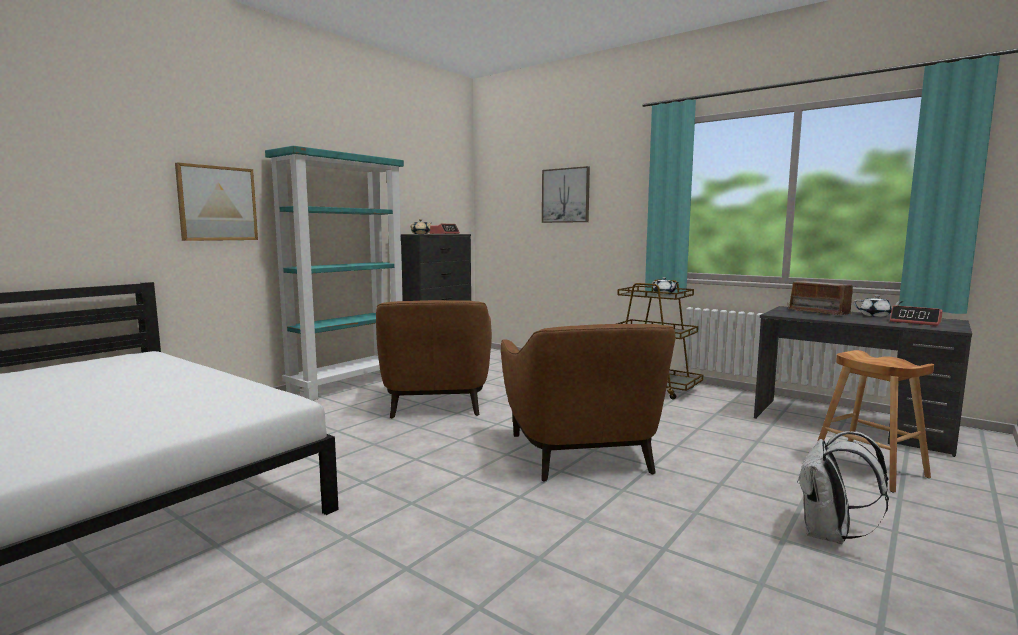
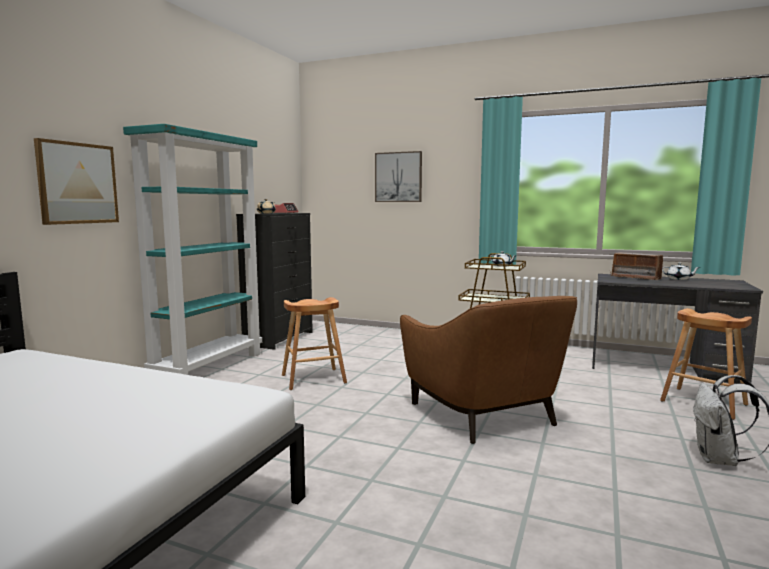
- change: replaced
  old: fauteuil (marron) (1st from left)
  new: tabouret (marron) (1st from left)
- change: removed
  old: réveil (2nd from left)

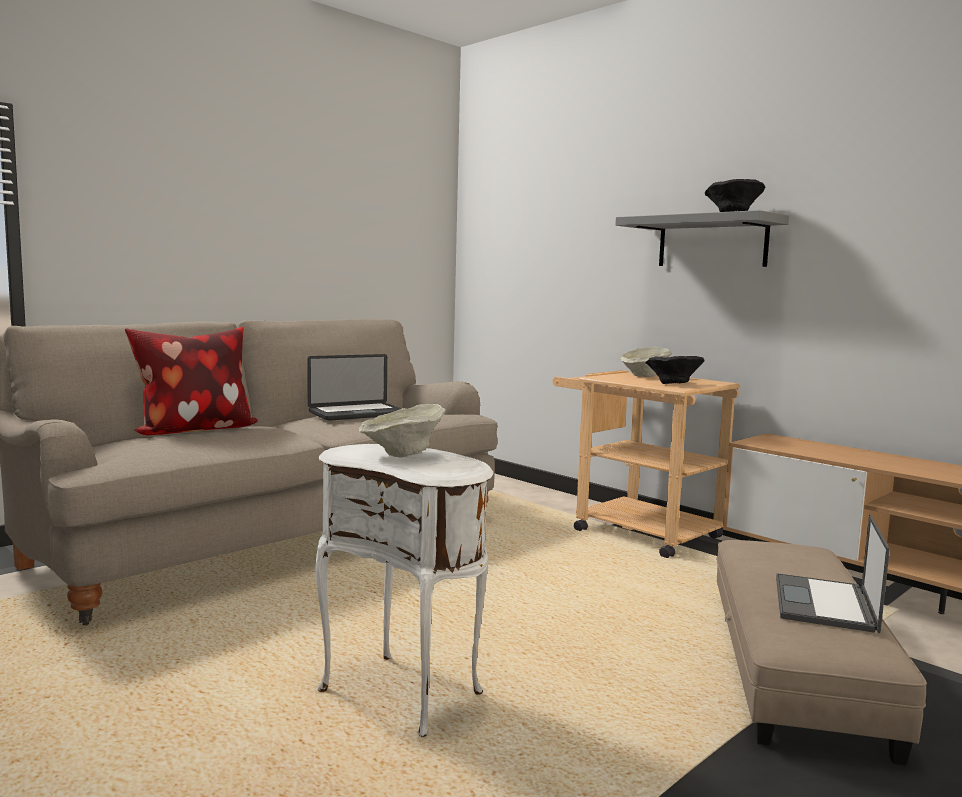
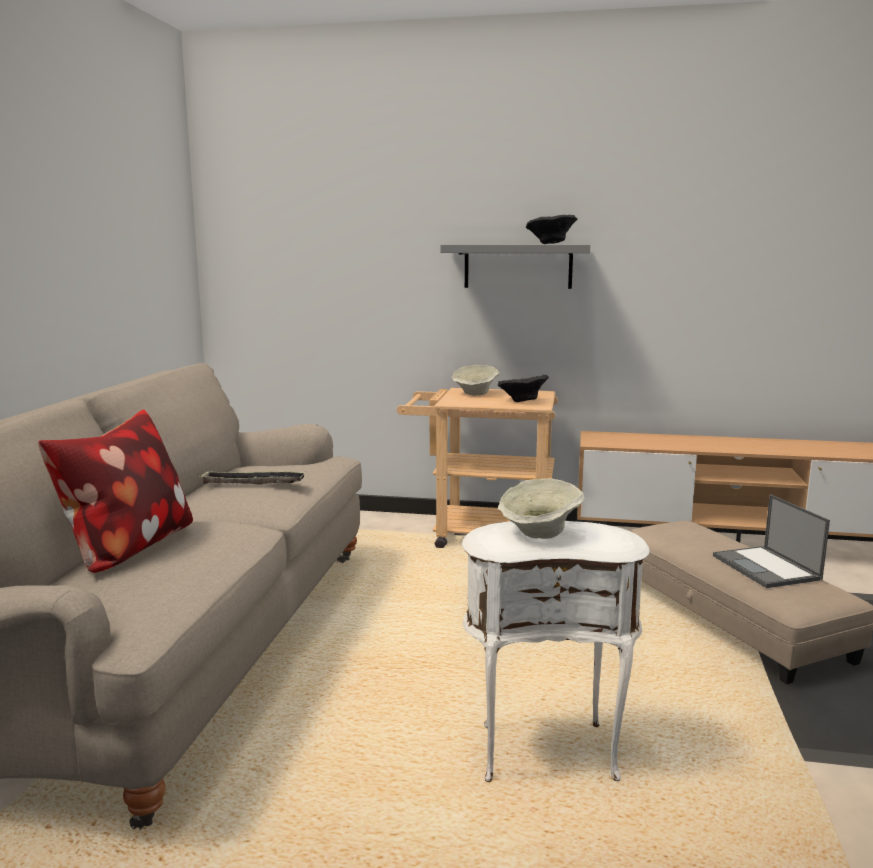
- change: replaced
  old: ordinateur portable (1st from left)
  new: plateau

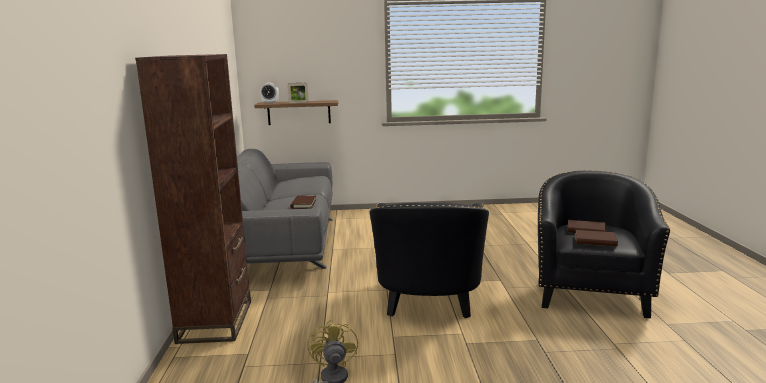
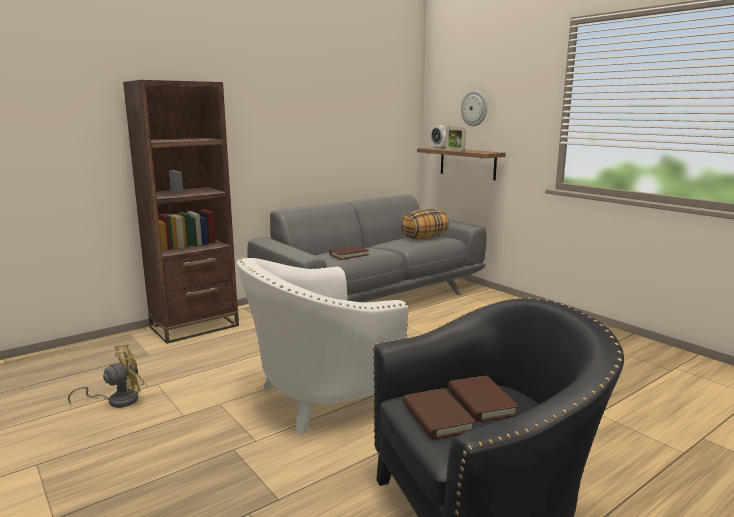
- change: recoloured
  old: fauteuil (noir) (1st from left)
  new: fauteuil (blanc)
- change: added
  new: horloge murale
- change: added
  new: coussin

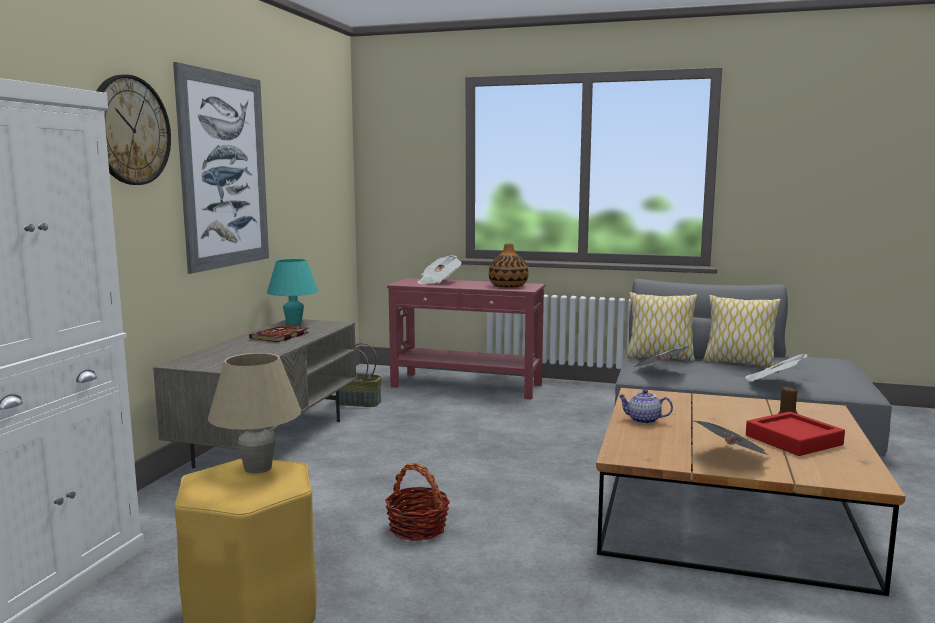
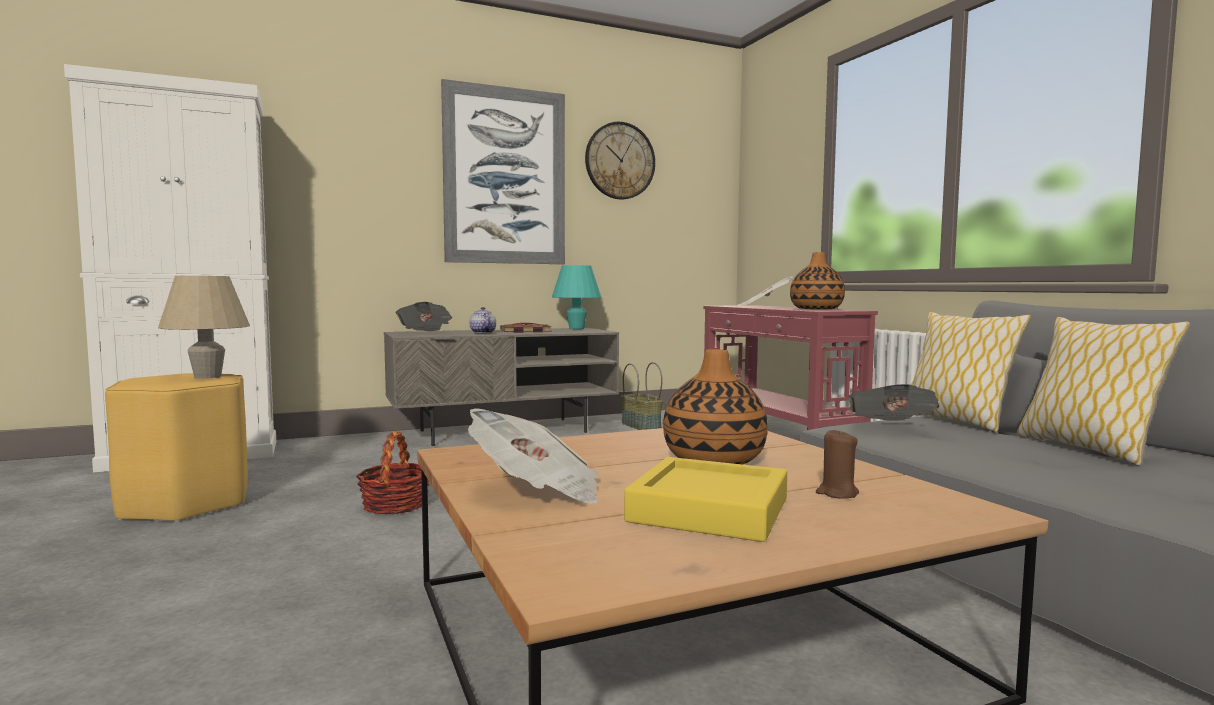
- change: moved
  old: horloge murale
- change: moved
  old: journal (4th from left in the first image)
  new: journal (1st from left)
- change: moved
  old: théière
- change: recoloured
  old: plateau (rouge)
  new: plateau (jaune)
- change: added
  new: vase (1st from left)

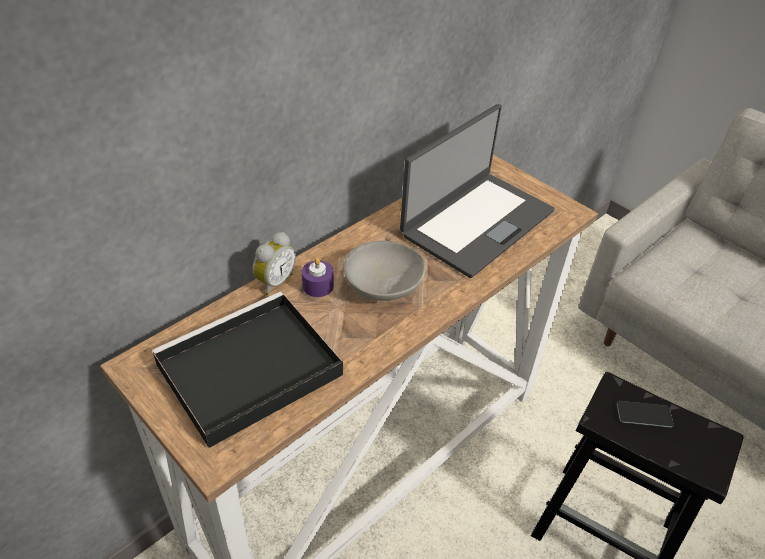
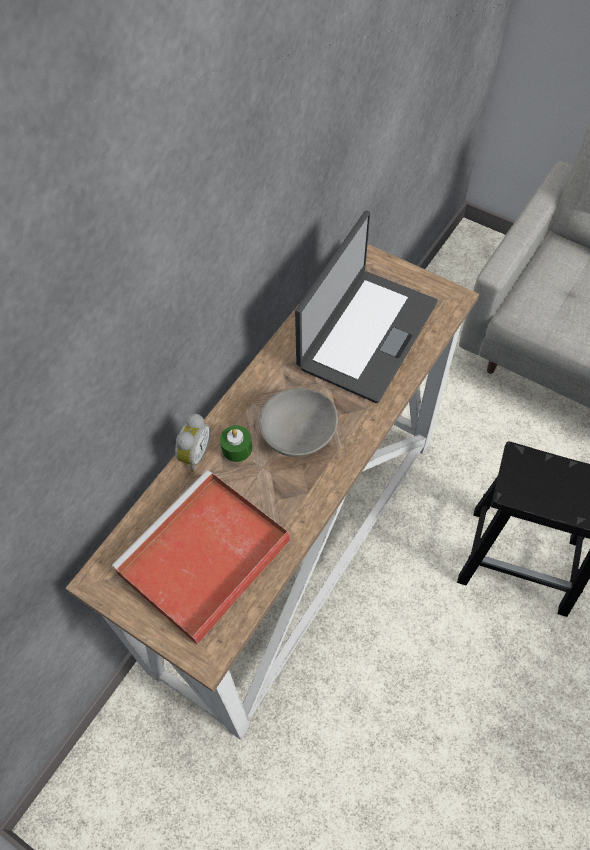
- change: recoloured
  old: bougie (violet)
  new: bougie (vert)
- change: recoloured
  old: plateau (noir)
  new: plateau (rouge)
- change: removed
  old: téléphone

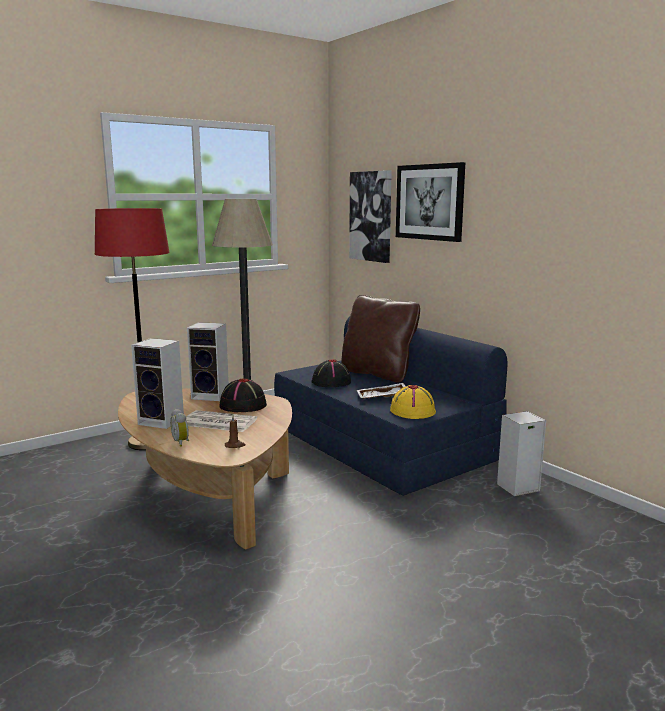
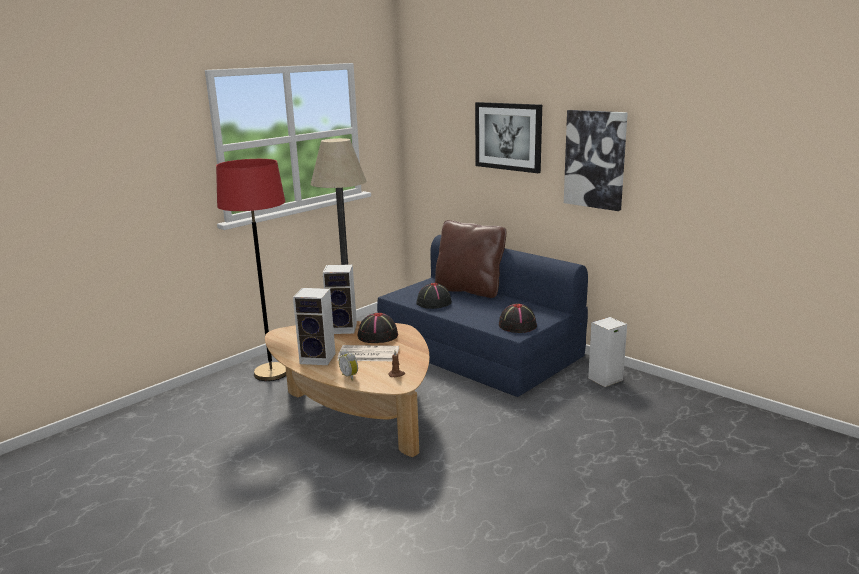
- change: moved
  old: tableau (1st from left in the first image)
  new: tableau (2nd from left)
- change: removed
  old: plateau (blanc)
- change: recoloured
  old: chapeau (jaune)
  new: chapeau (noir) (3rd from left)

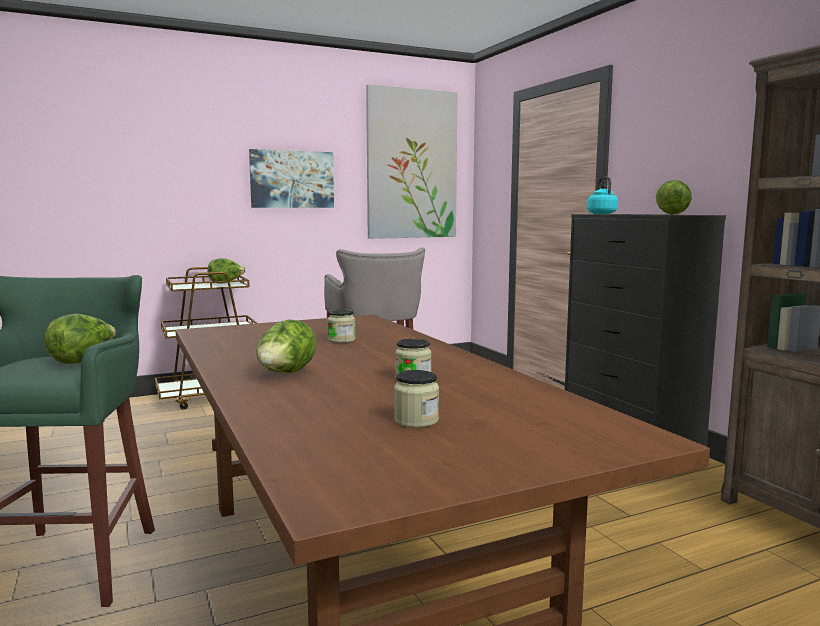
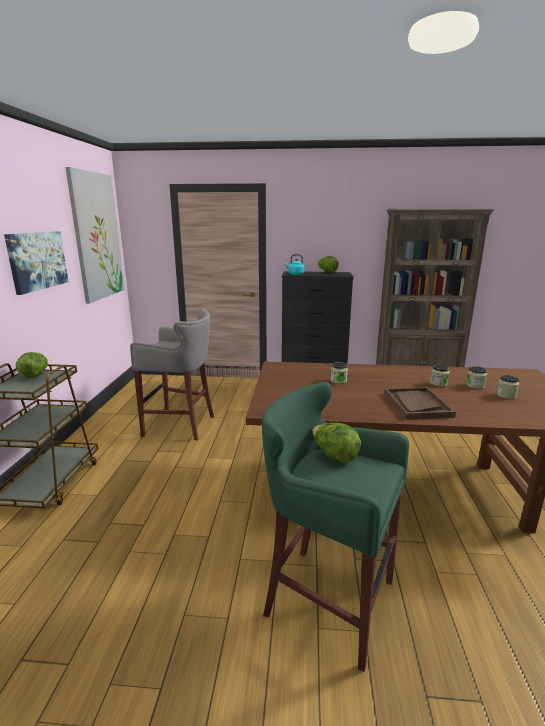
- change: replaced
  old: laitue (3rd from left)
  new: plateau (marron)
- change: added
  new: bocal (3rd from left)

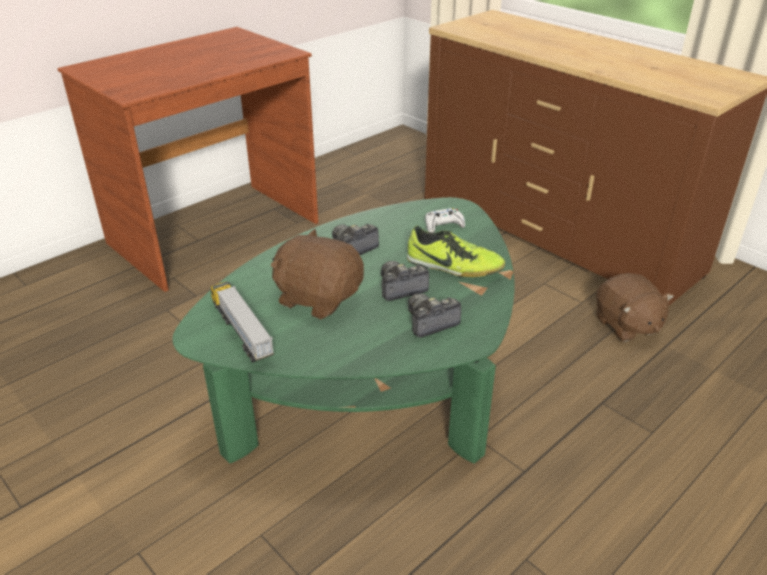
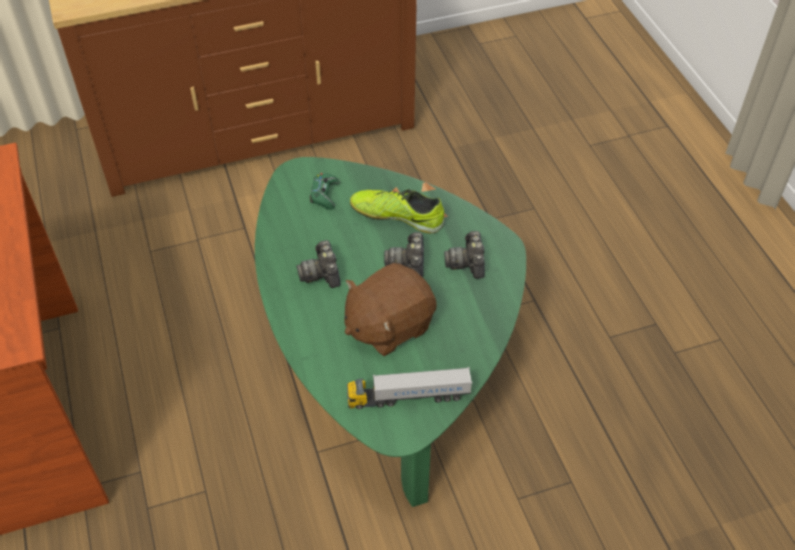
- change: recoloured
  old: manette (blanc)
  new: manette (vert)
- change: turned
  old: chaussure
  degrees: -120
- change: removed
  old: peluche (marron) (2nd from left)

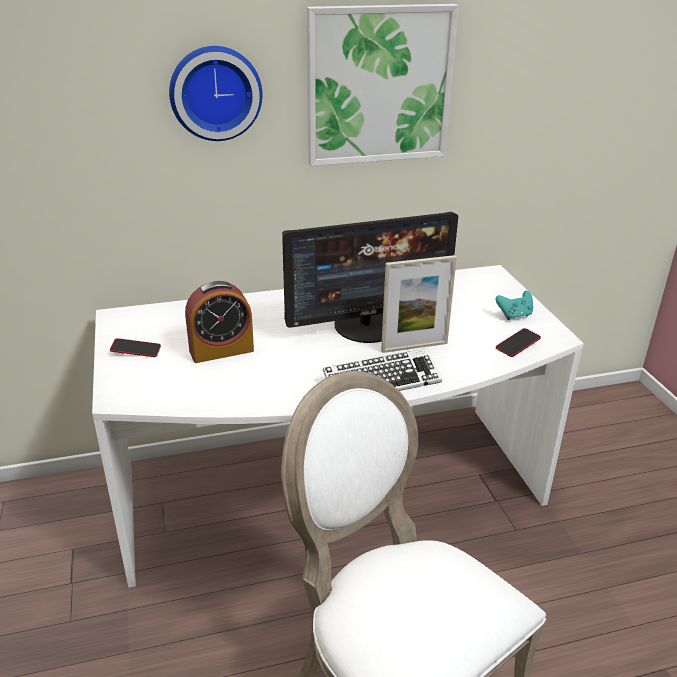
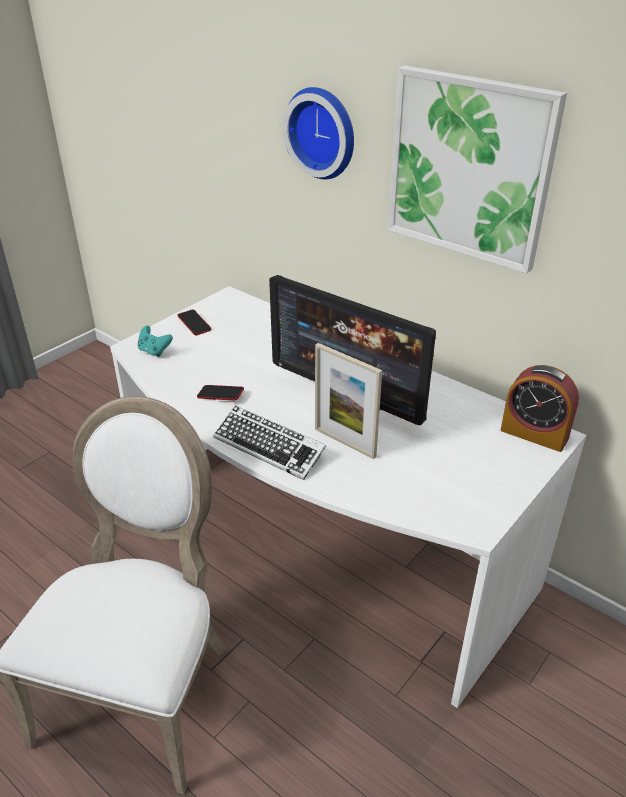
- change: moved
  old: réveil
- change: moved
  old: manette (turquoise)
- change: moved
  old: téléphone (2nd from left)

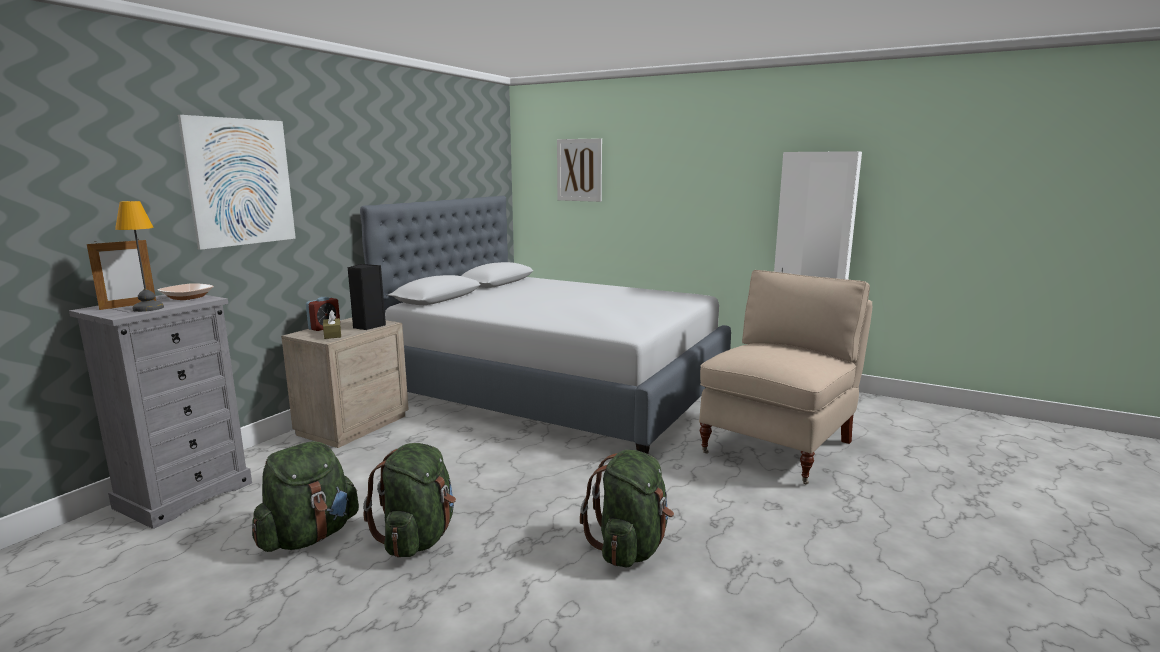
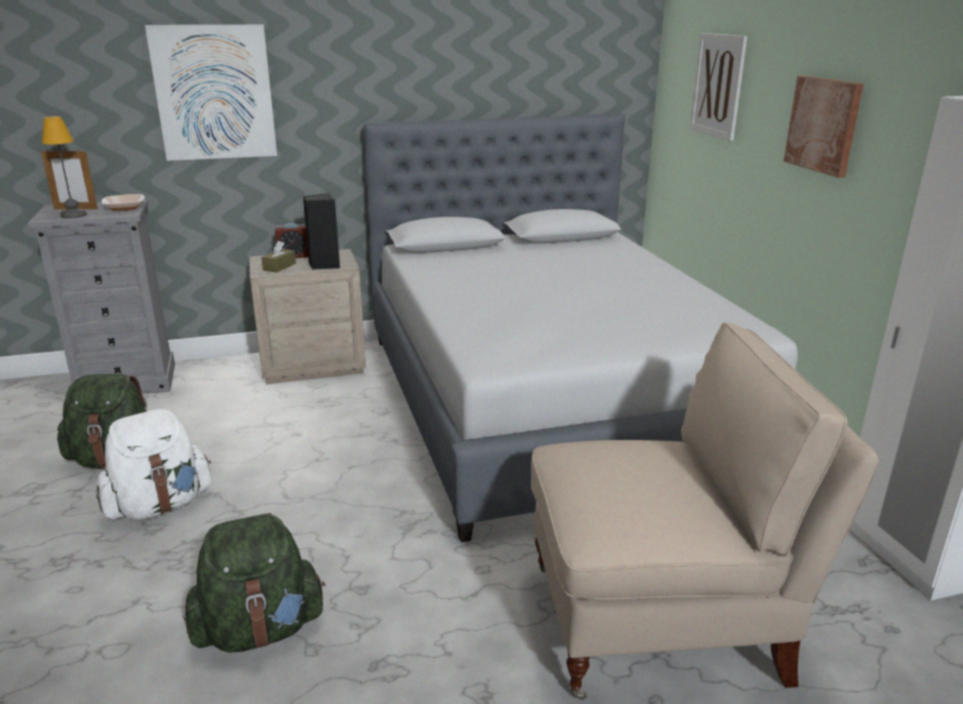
- change: recoloured
  old: sac à dos (vert) (2nd from left)
  new: sac à dos (blanc)
- change: added
  new: tableau (3rd from left)

